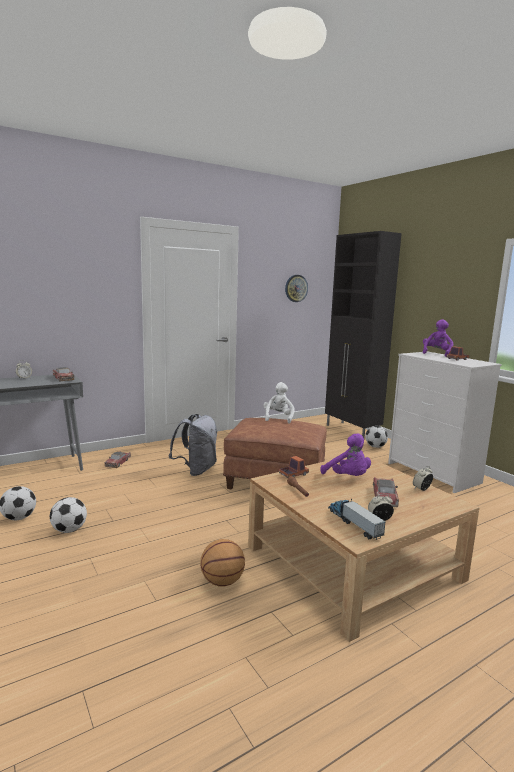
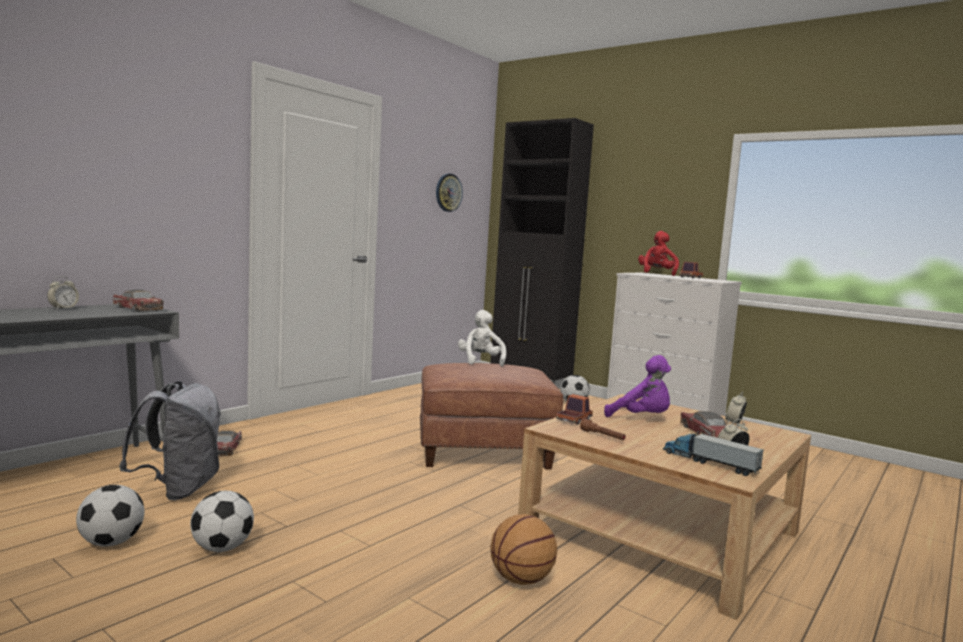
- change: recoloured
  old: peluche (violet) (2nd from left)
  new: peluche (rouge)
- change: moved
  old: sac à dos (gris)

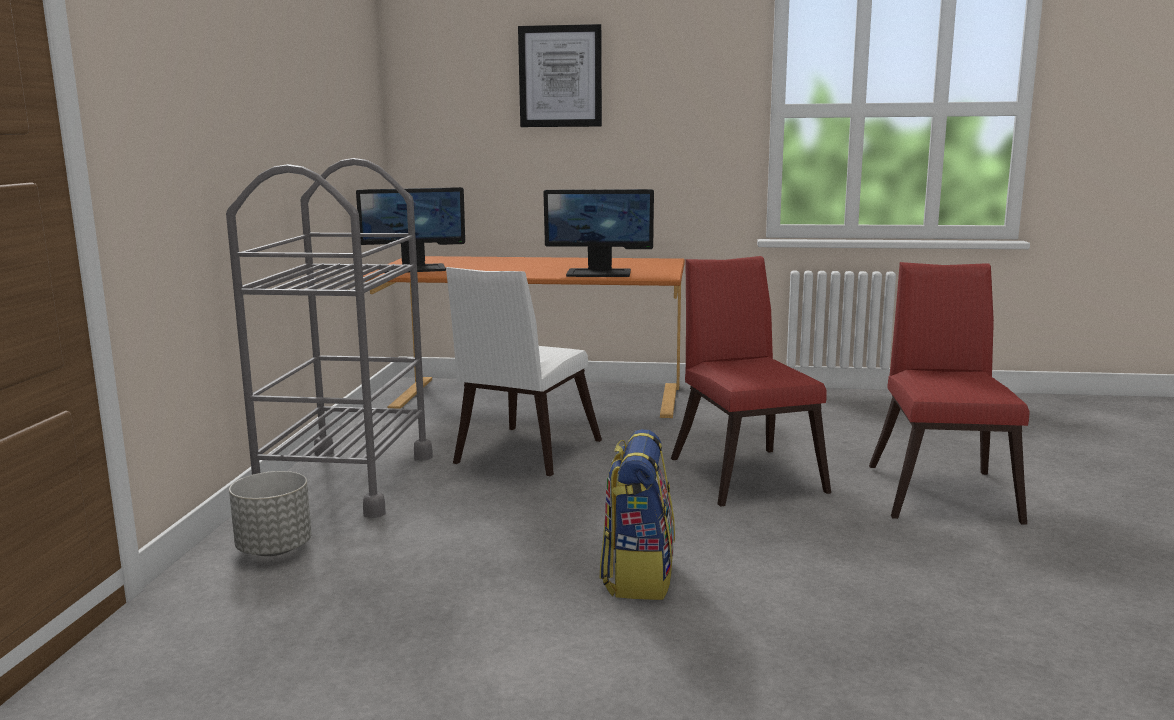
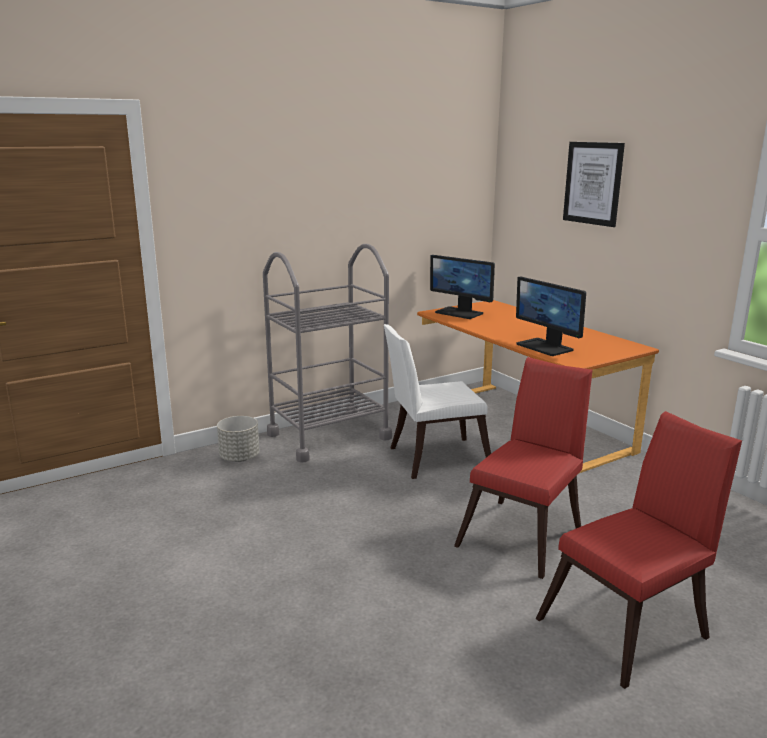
- change: removed
  old: sac à dos

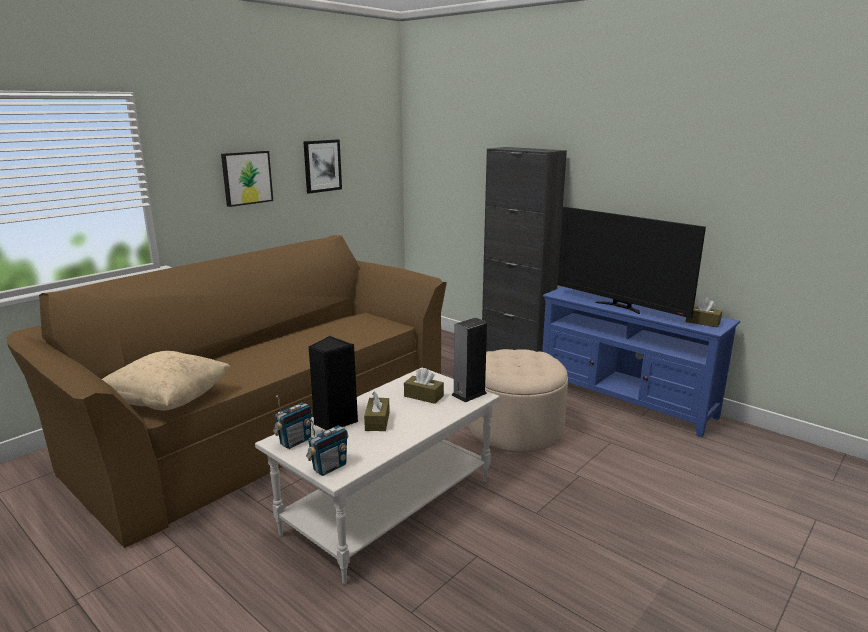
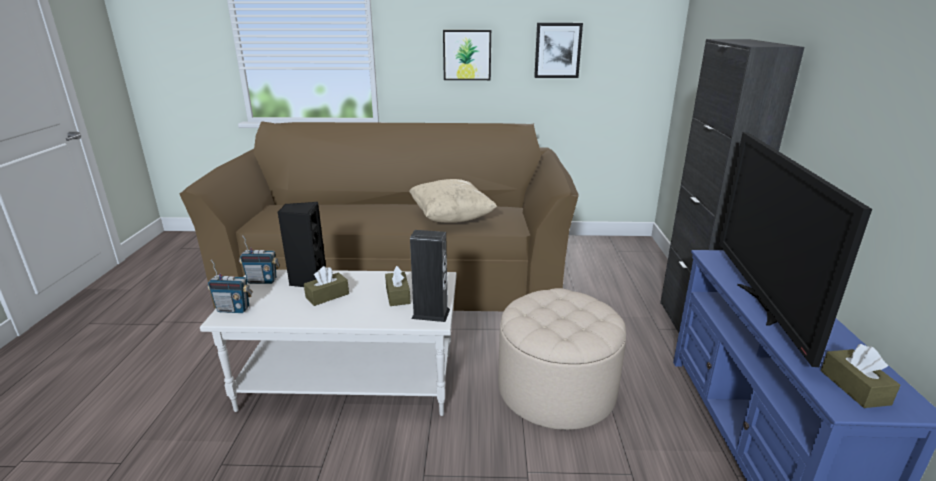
- change: moved
  old: coussin (beige)

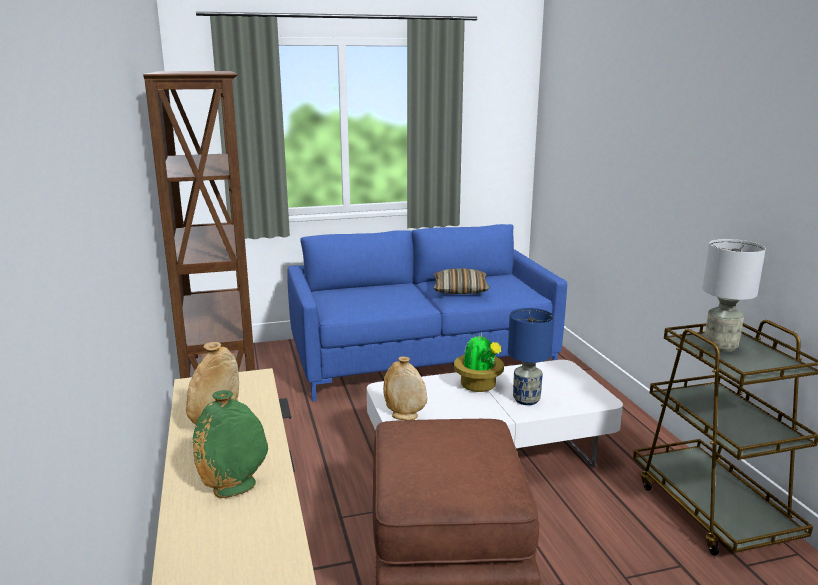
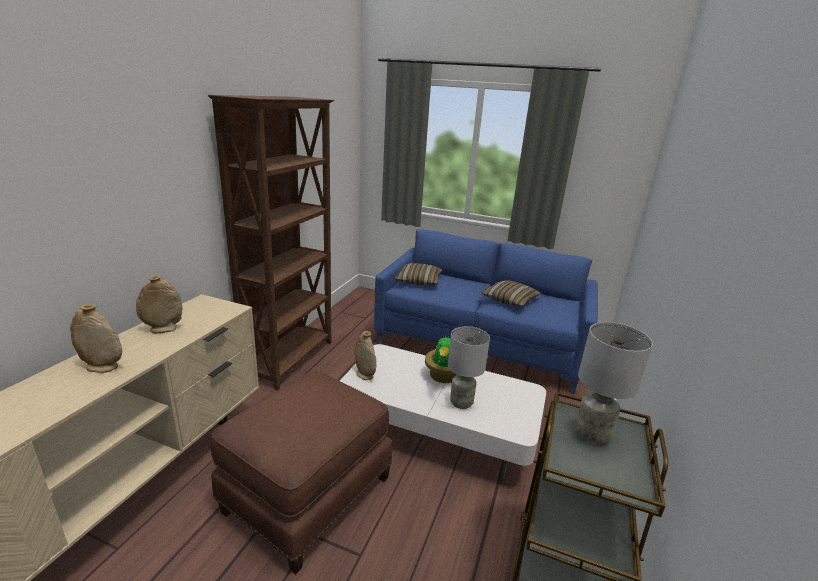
- change: recoloured
  old: lampe de table (bleu)
  new: lampe de table (gris) (1st from left)
- change: recoloured
  old: vase (vert)
  new: vase (beige) (1st from left)
- change: added
  new: coussin (1st from left)

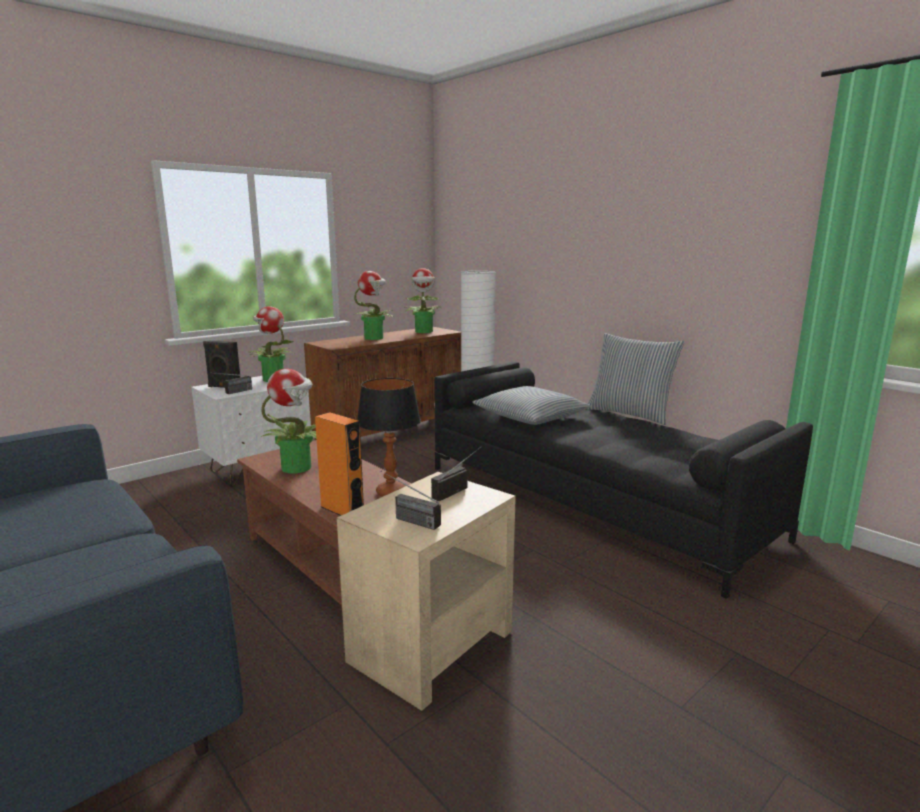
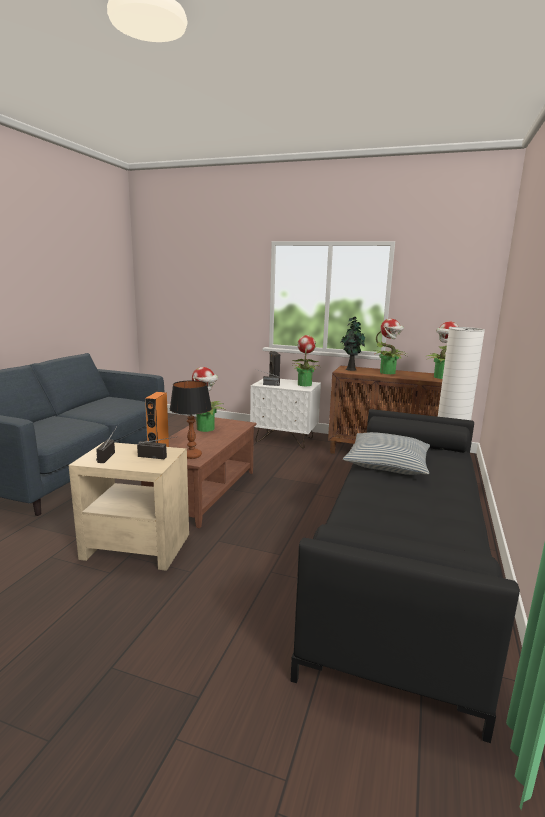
- change: removed
  old: coussin (2nd from left)
- change: added
  new: plante en pot (3rd from left)

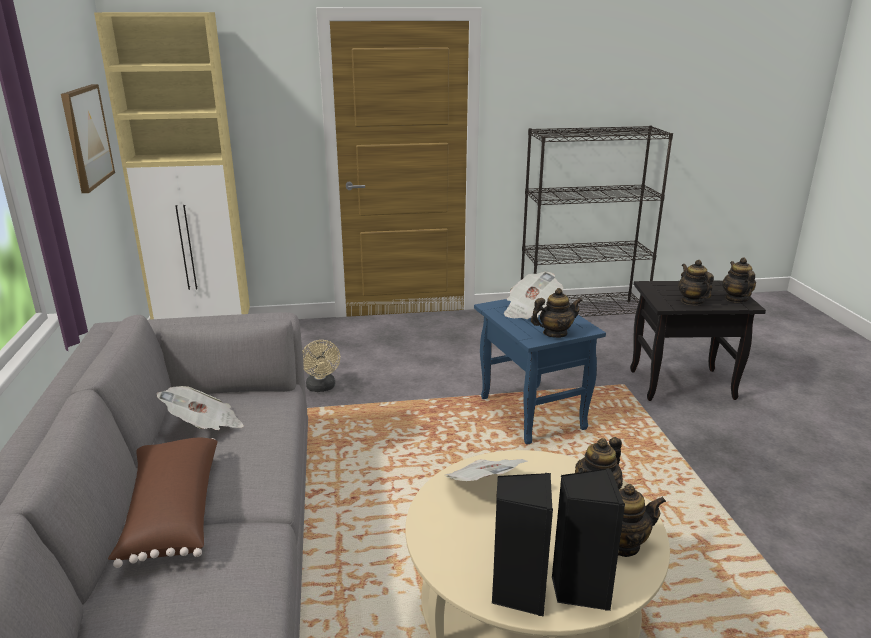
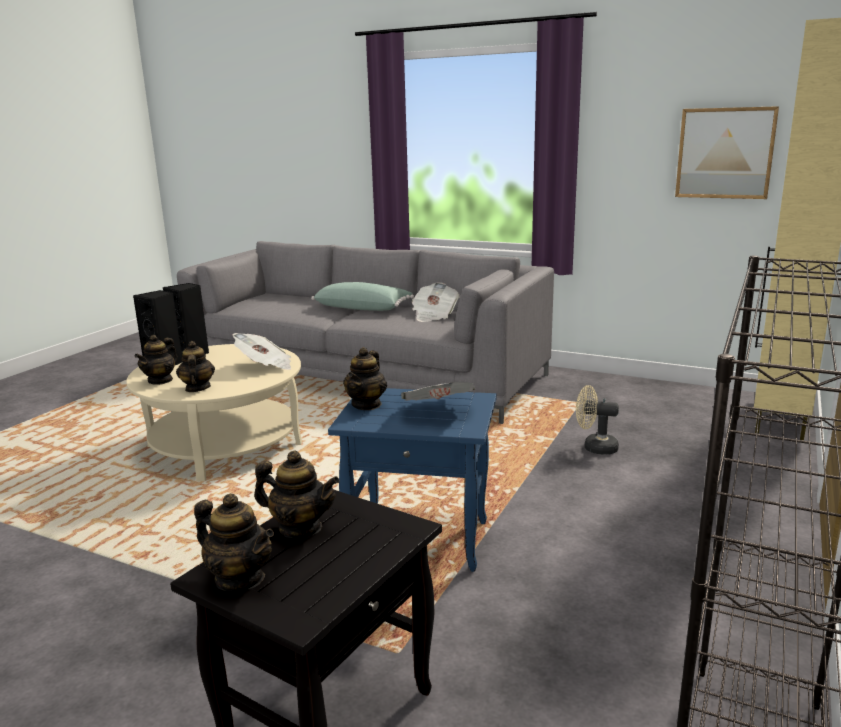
- change: recoloured
  old: coussin (marron)
  new: coussin (vert)

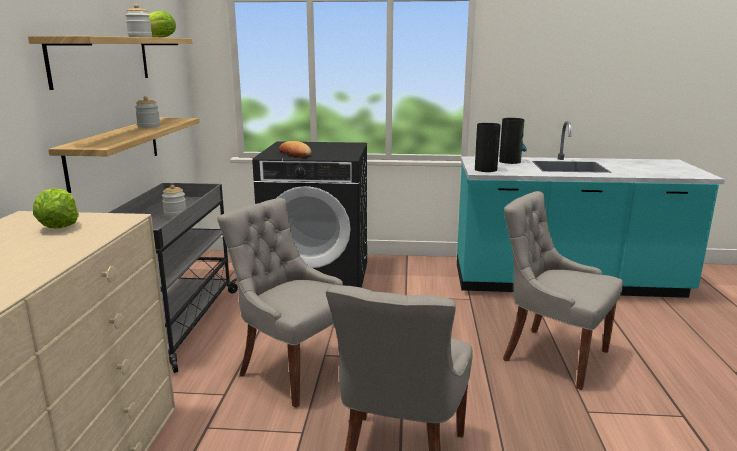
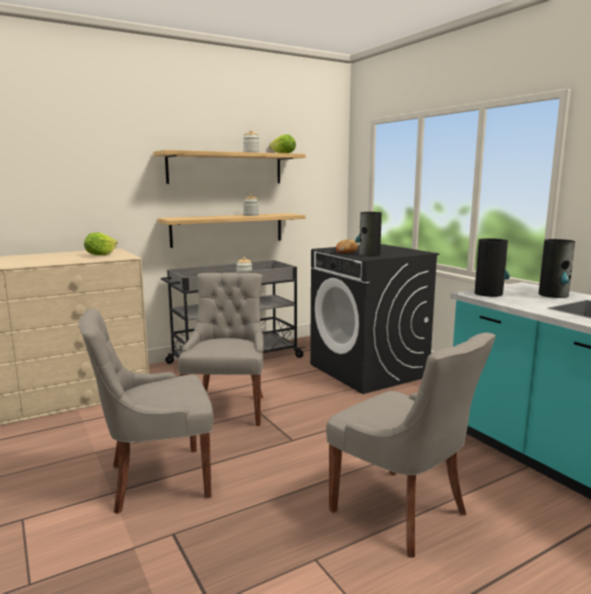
- change: turned
  old: chaise (gris) (3rd from left)
  degrees: 135
- change: added
  new: vase (1st from left)

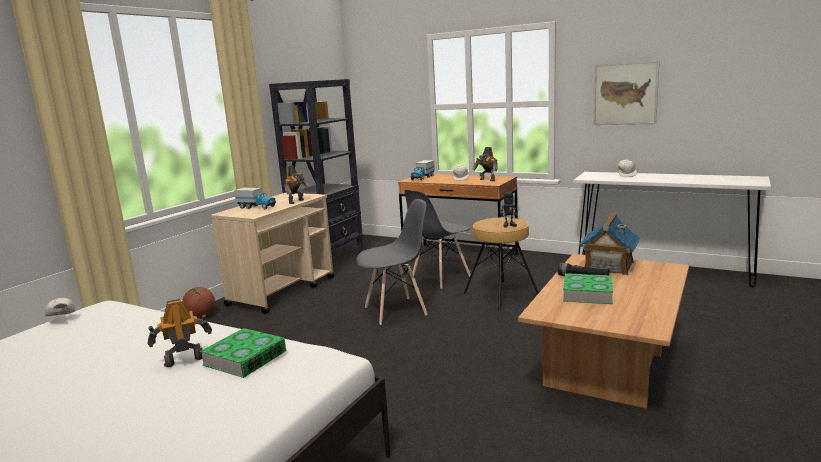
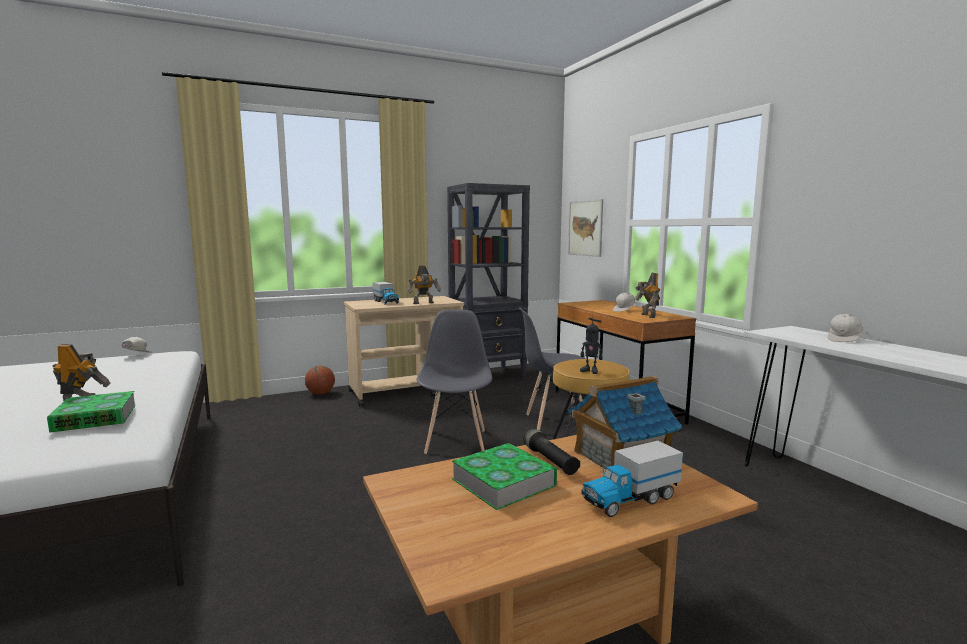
- change: moved
  old: tableau
- change: moved
  old: camion jouet (2nd from left)
- change: turned
  old: chaise (gris) (1st from left)
  degrees: -105

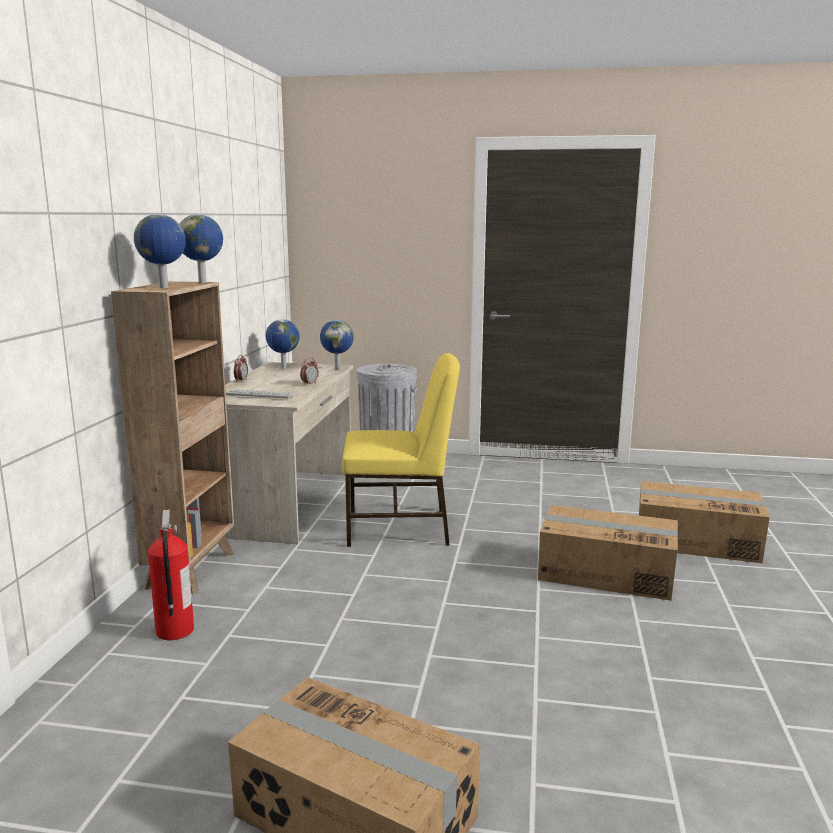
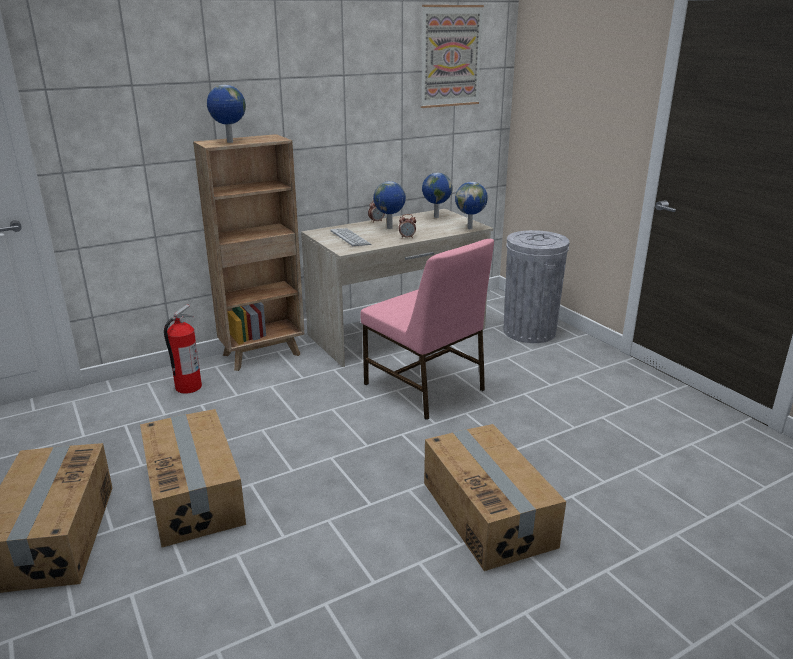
- change: moved
  old: globe (2nd from left)
- change: recoloured
  old: chaise (jaune)
  new: chaise (rose)
- change: moved
  old: carton (3rd from left in the first image)
  new: carton (2nd from left)
- change: added
  new: tableau

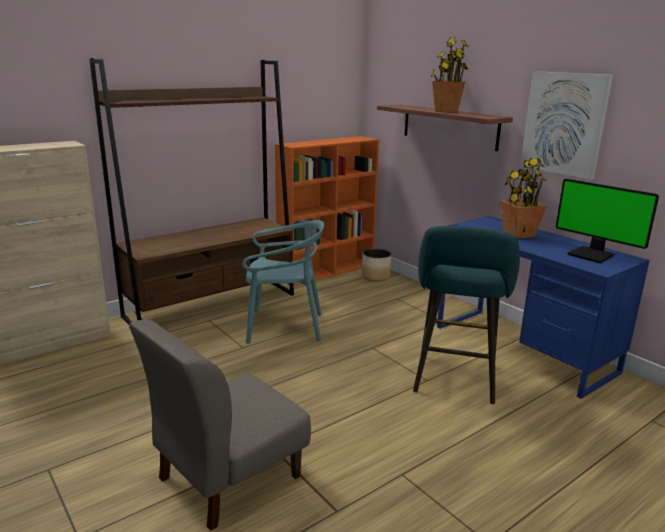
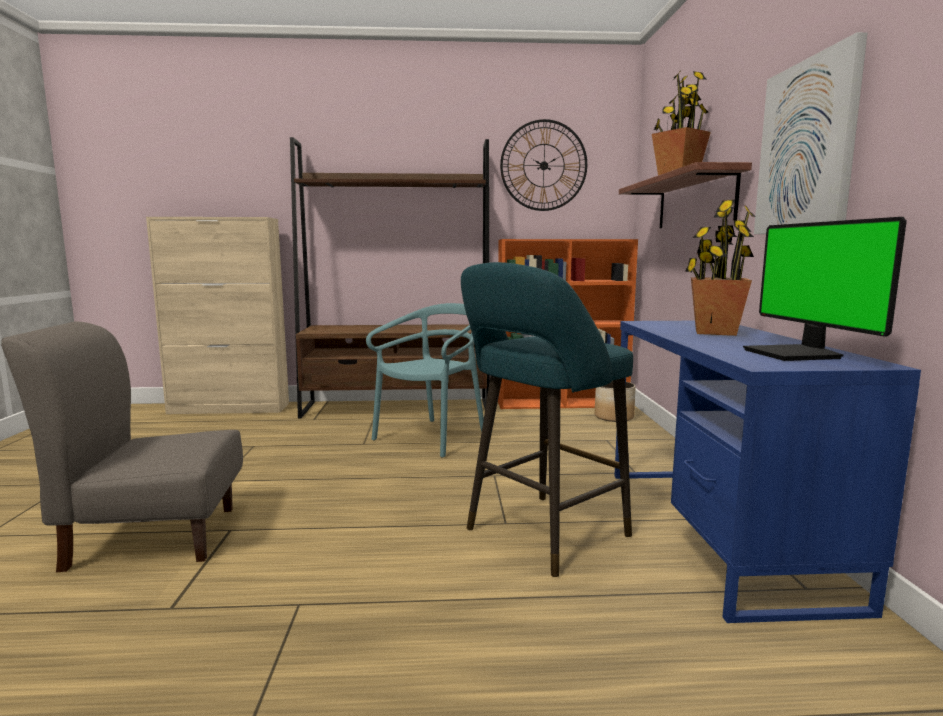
- change: turned
  old: chaise (turquoise)
  degrees: -90
- change: added
  new: horloge murale

